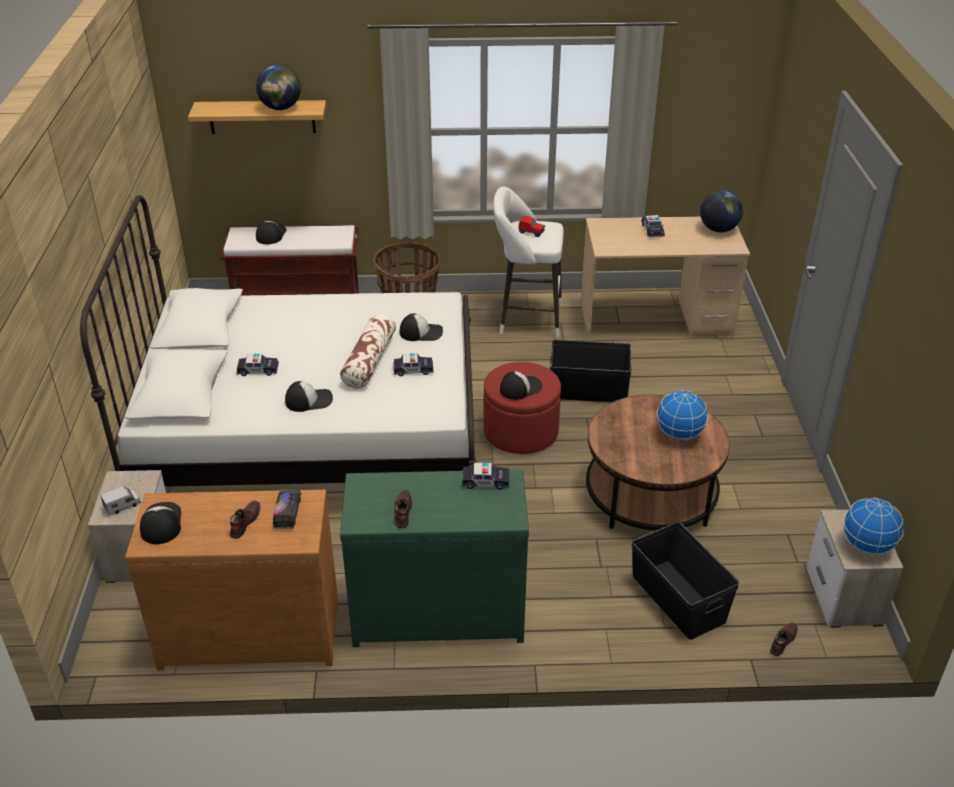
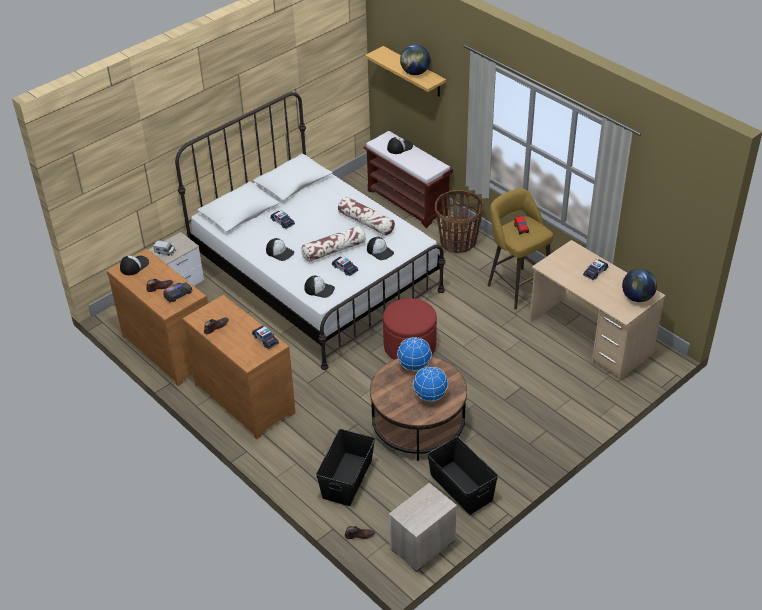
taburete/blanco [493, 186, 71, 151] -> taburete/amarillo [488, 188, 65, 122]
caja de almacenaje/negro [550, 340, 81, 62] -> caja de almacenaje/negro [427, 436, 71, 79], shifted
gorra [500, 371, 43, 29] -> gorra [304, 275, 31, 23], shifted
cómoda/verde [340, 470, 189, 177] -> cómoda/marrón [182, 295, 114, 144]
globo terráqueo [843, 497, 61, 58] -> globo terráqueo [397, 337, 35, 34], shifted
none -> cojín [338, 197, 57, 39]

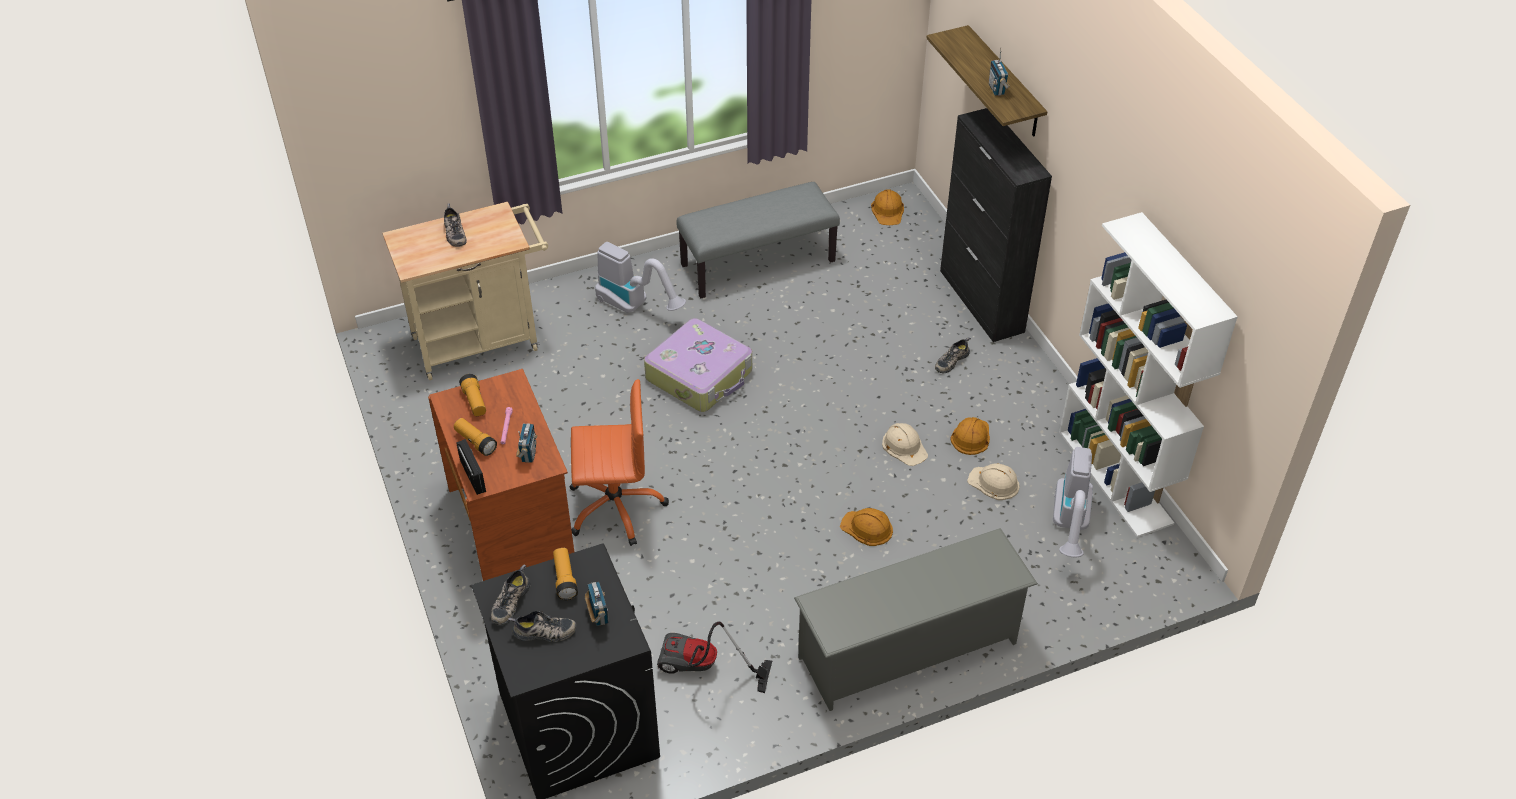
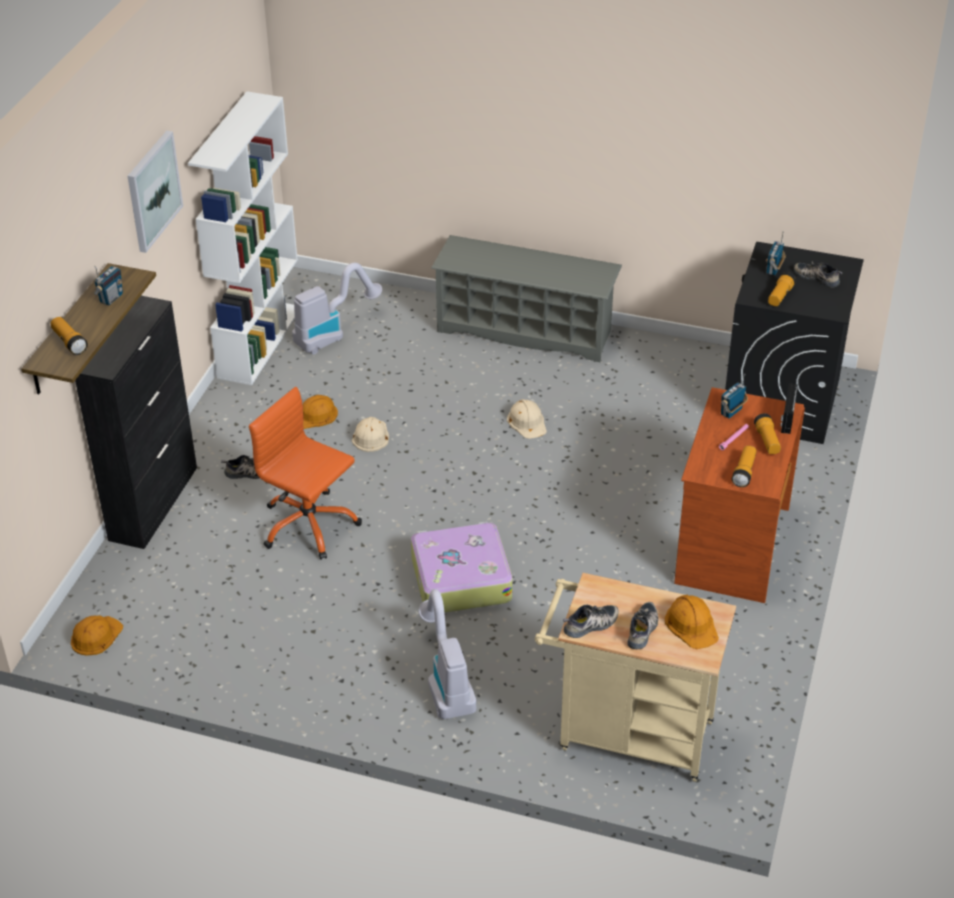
banco/gris [677, 182, 163, 116] -> none
silla de oficina/naranja [569, 379, 100, 167] -> silla de oficina/naranja [249, 387, 113, 173], shifted
casco/beis [967, 463, 53, 37] -> casco/beis [507, 399, 40, 40], shifted
casco/naranja [840, 508, 53, 38] -> casco/naranja [665, 595, 54, 54], shifted
zapato [491, 565, 39, 60] -> zapato [563, 605, 56, 33], shifted
aspiradora [657, 622, 115, 71] -> none
none -> cuadro [128, 131, 55, 122]
none -> linterna [51, 317, 37, 38]

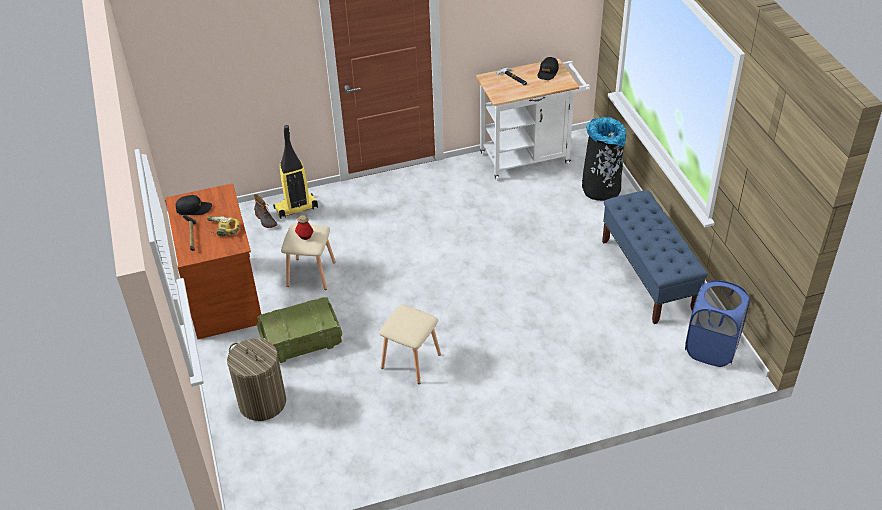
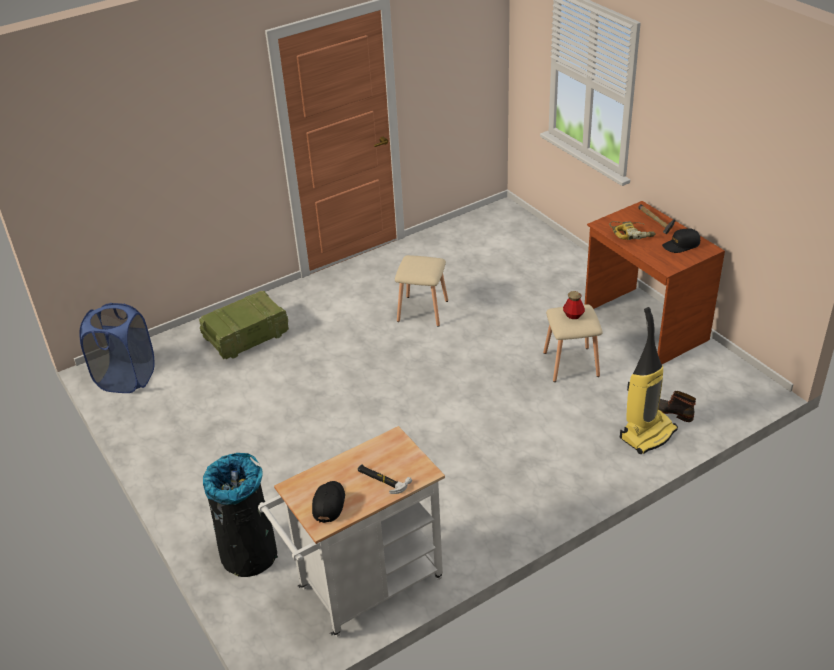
banco/azul [602, 190, 106, 134] -> none
caja de embalaje [257, 297, 85, 66] -> caja de embalaje [199, 291, 90, 68], shifted
cesto de la ropa [227, 338, 59, 83] -> none

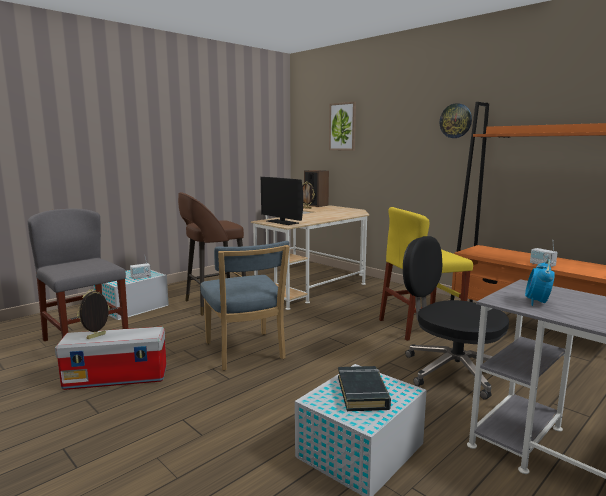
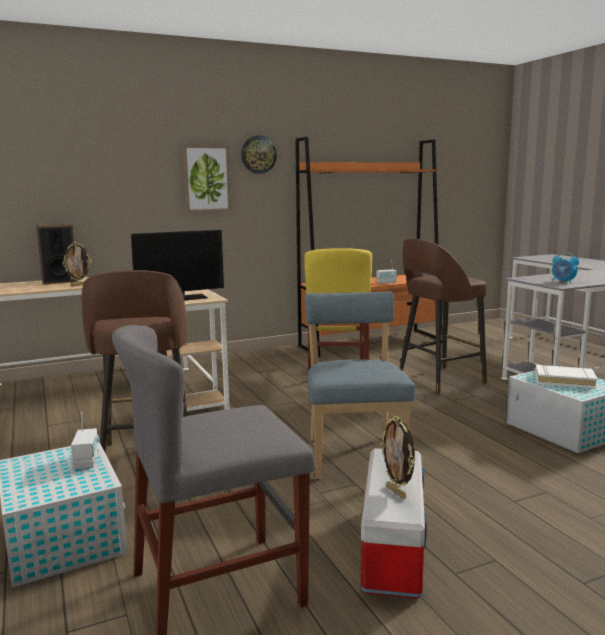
cuadro [329, 102, 27, 49] -> cuadro [183, 145, 48, 67], shifted
silla de oficina/negro [403, 236, 106, 164] -> taburete/marrón [400, 238, 87, 156]
silla/azul [200, 241, 90, 130] -> silla/azul [305, 291, 110, 188], 90 degrees counterclockwise
libro/negro [338, 366, 53, 45] -> libro/blanco [535, 365, 63, 24]

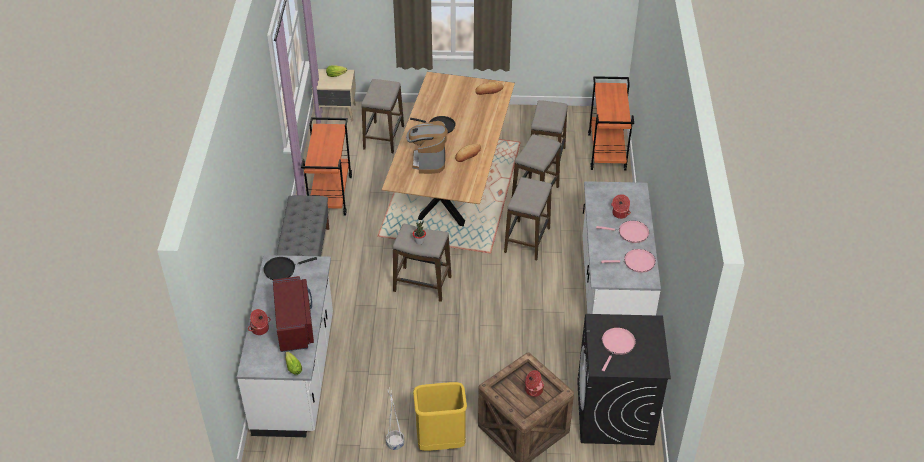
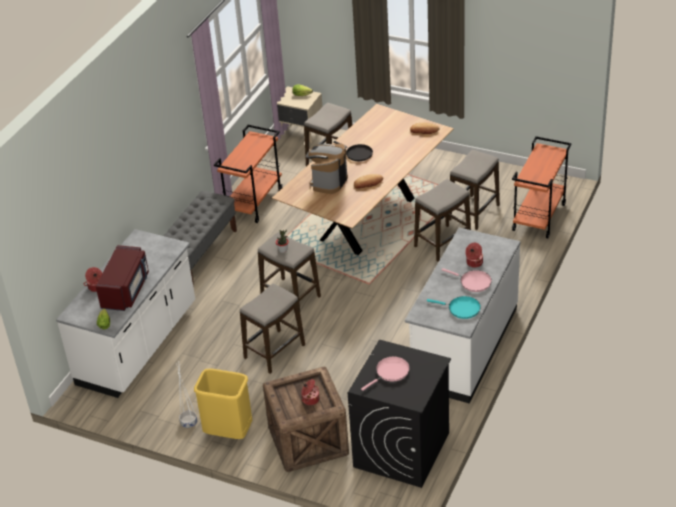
taburete [504, 177, 48, 83] -> taburete [240, 284, 65, 90], shifted
sartén/rosa [601, 249, 55, 24] -> sartén/turquesa [427, 296, 54, 23]
sartén/negro [263, 257, 54, 23] -> none

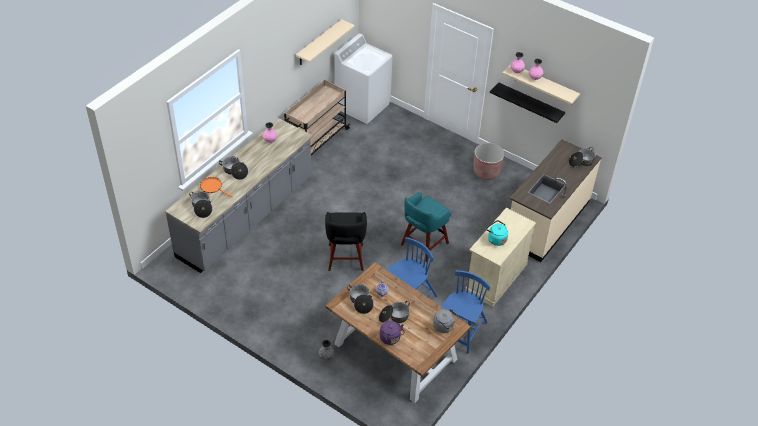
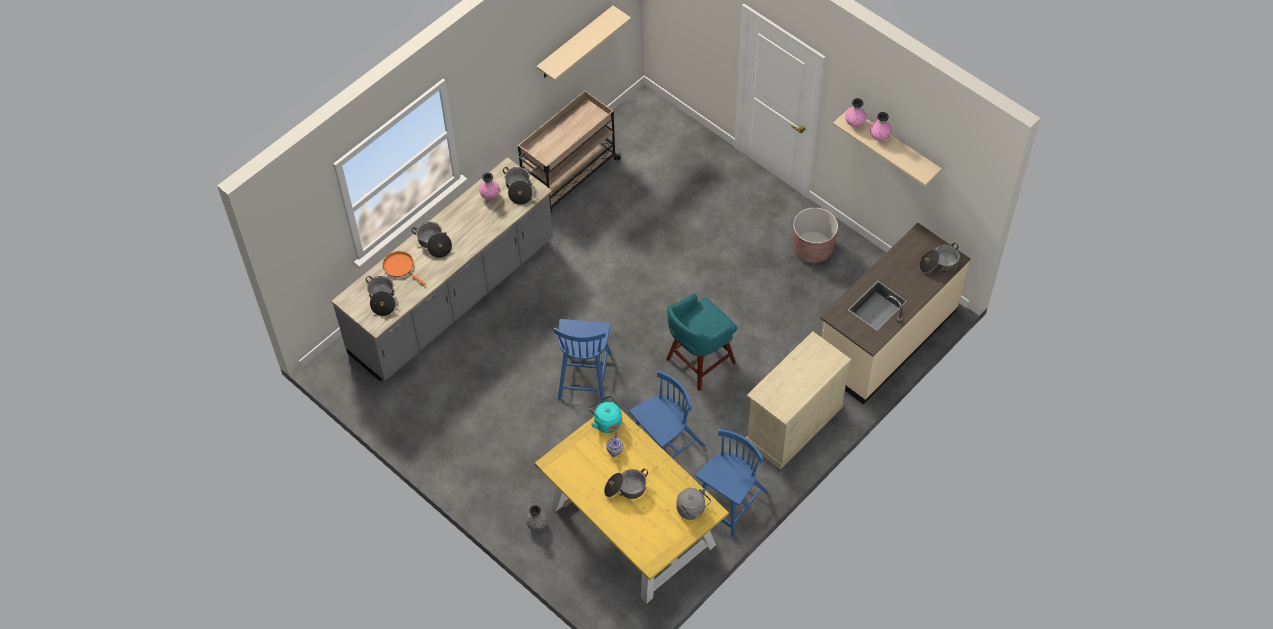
lavadora/blanco [334, 33, 59, 91] -> none
estante/negro [490, 83, 75, 40] -> none
taburete/negro [325, 212, 42, 59] -> silla/azul [554, 319, 58, 84]
hervidor/turquesa [486, 220, 22, 26] -> hervidor/turquesa [589, 396, 33, 37], shifted
mesa de comedor/marrón [325, 262, 146, 141] -> mesa de comedor/amarillo [535, 402, 194, 202]
olla [347, 284, 27, 30] -> olla [503, 167, 30, 38], shifted
hervidor/morado [380, 321, 24, 24] -> none

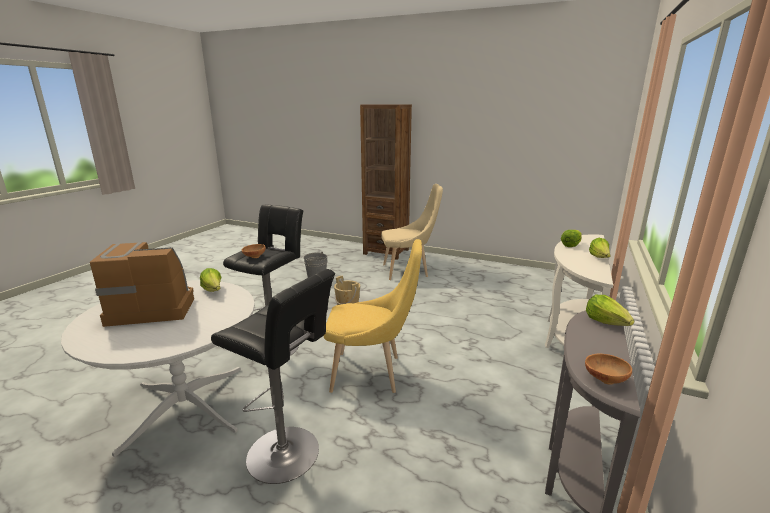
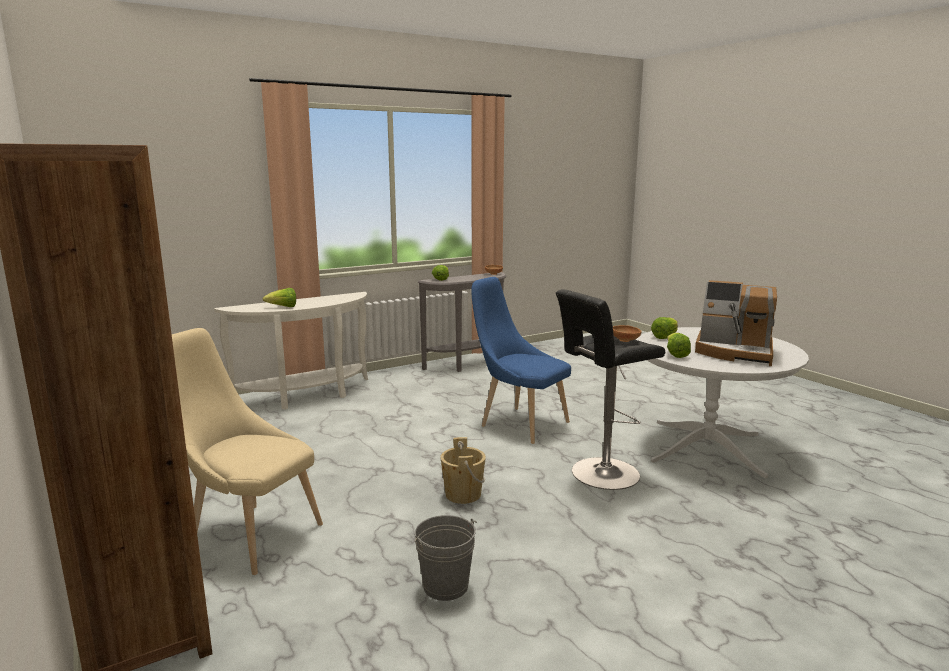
lechuga [589, 238, 22, 20] -> lechuga [651, 317, 27, 22], shifted
silla/amarillo [324, 239, 98, 154] -> silla/azul [471, 277, 100, 167]
taburete/negro [211, 269, 124, 215] -> none

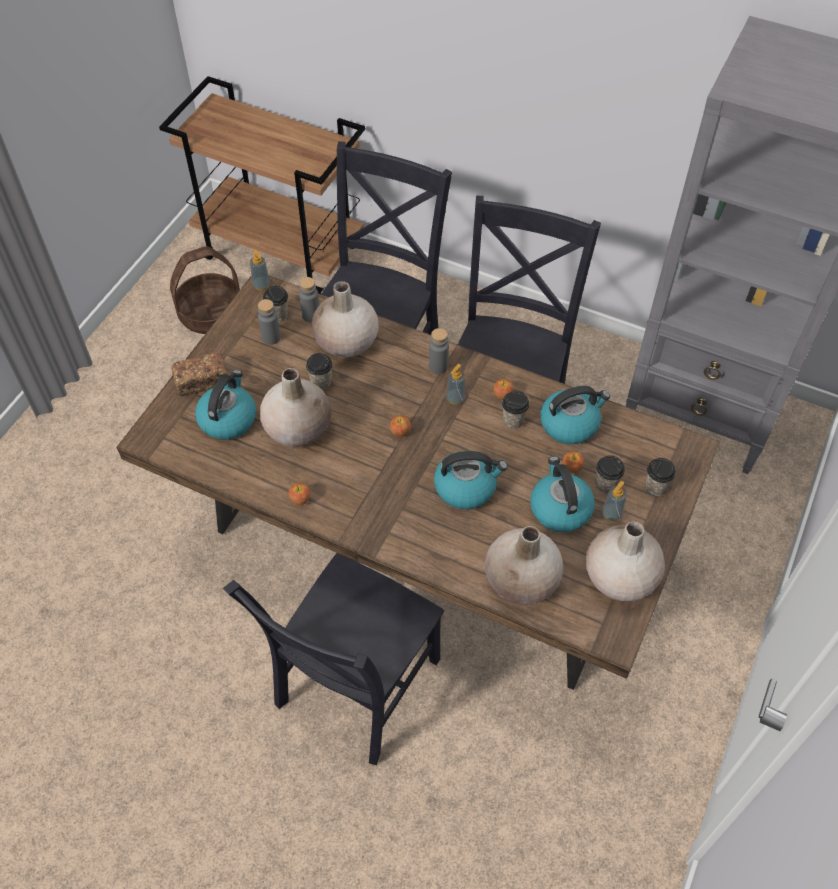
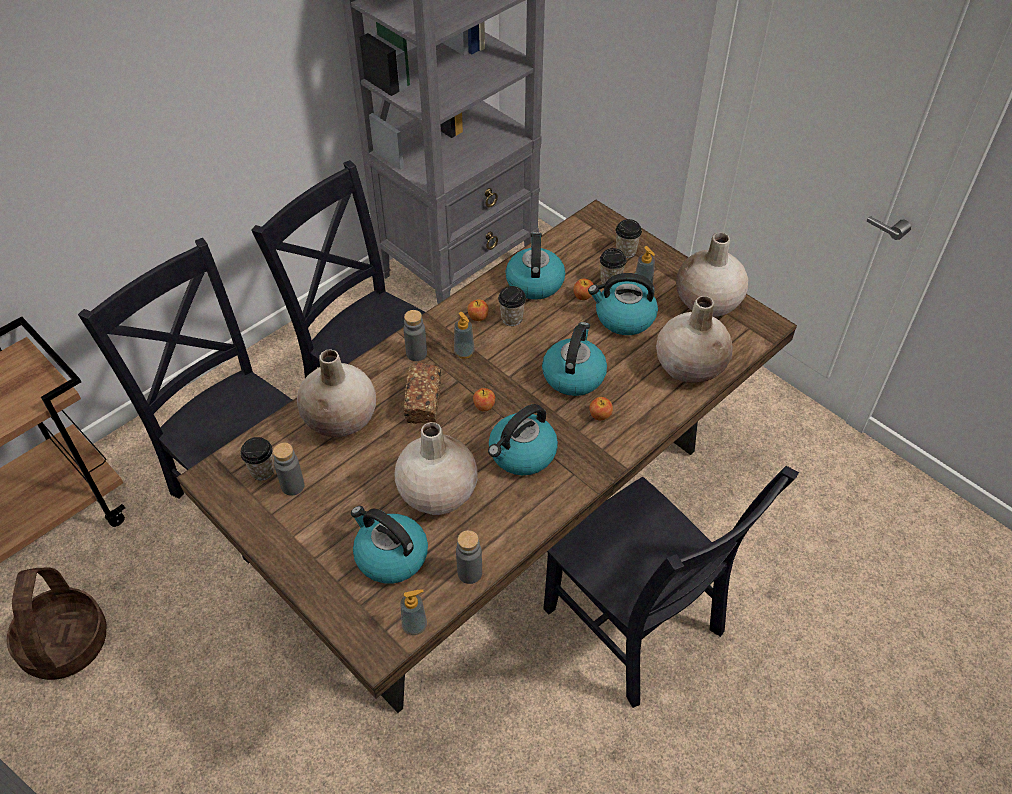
dispensador de jabón [250, 249, 20, 41] -> dispensador de jabón [401, 590, 26, 45], shifted
botella/gris [299, 277, 20, 45] -> botella/gris [456, 530, 26, 54], shifted
pan [172, 352, 56, 44] -> pan [403, 363, 38, 61], shifted
taza [306, 353, 27, 37] -> none
manzana [289, 483, 21, 22] -> manzana [589, 397, 24, 24], shifted
none -> hervidor [488, 404, 70, 71]

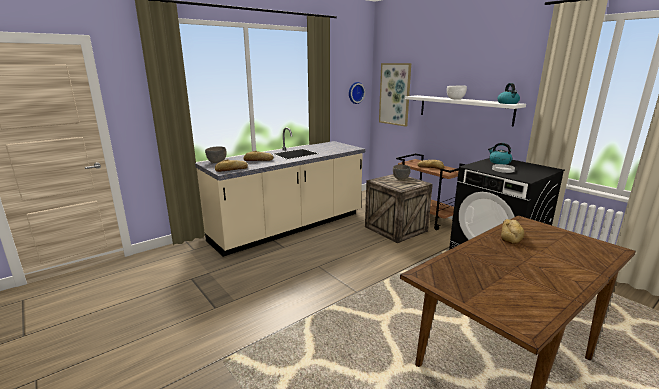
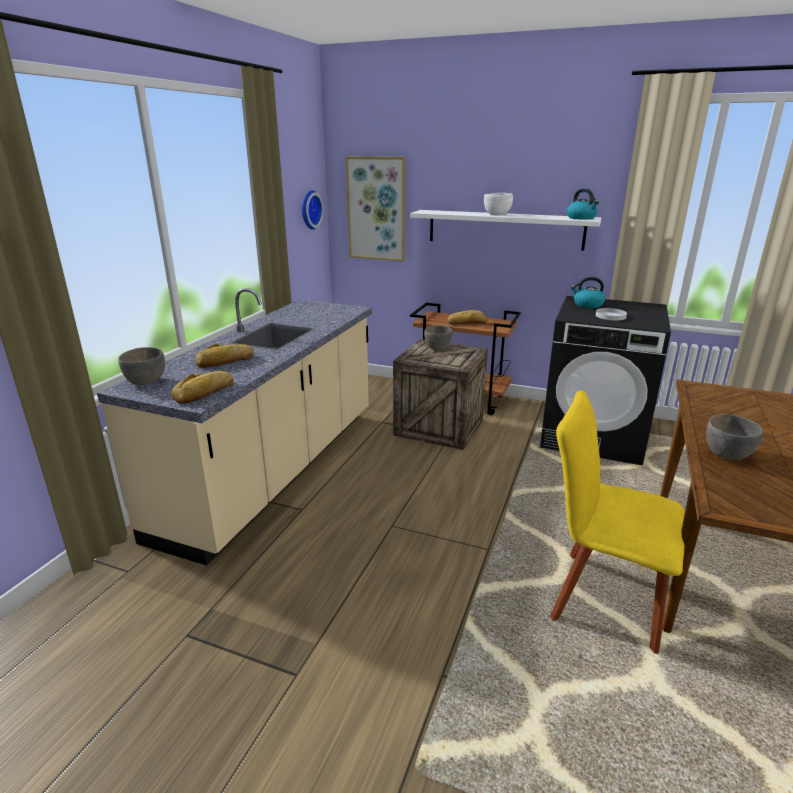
pan [501, 219, 23, 25] -> none
none -> silla/amarillo [550, 390, 135, 264]
none -> cuenco/gris [706, 414, 57, 46]

